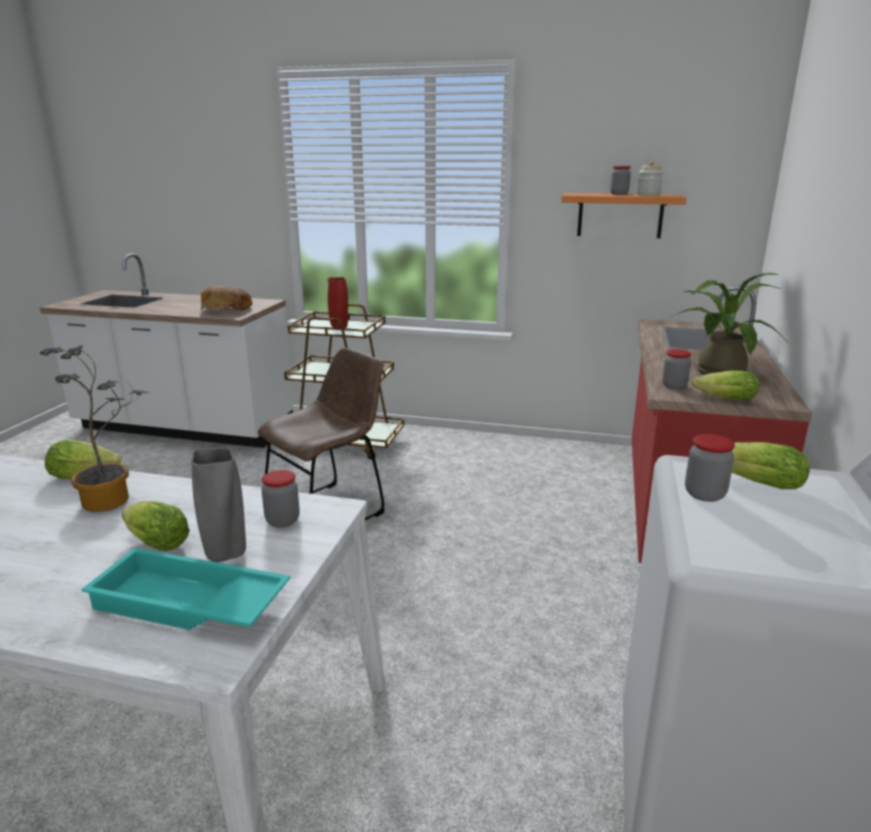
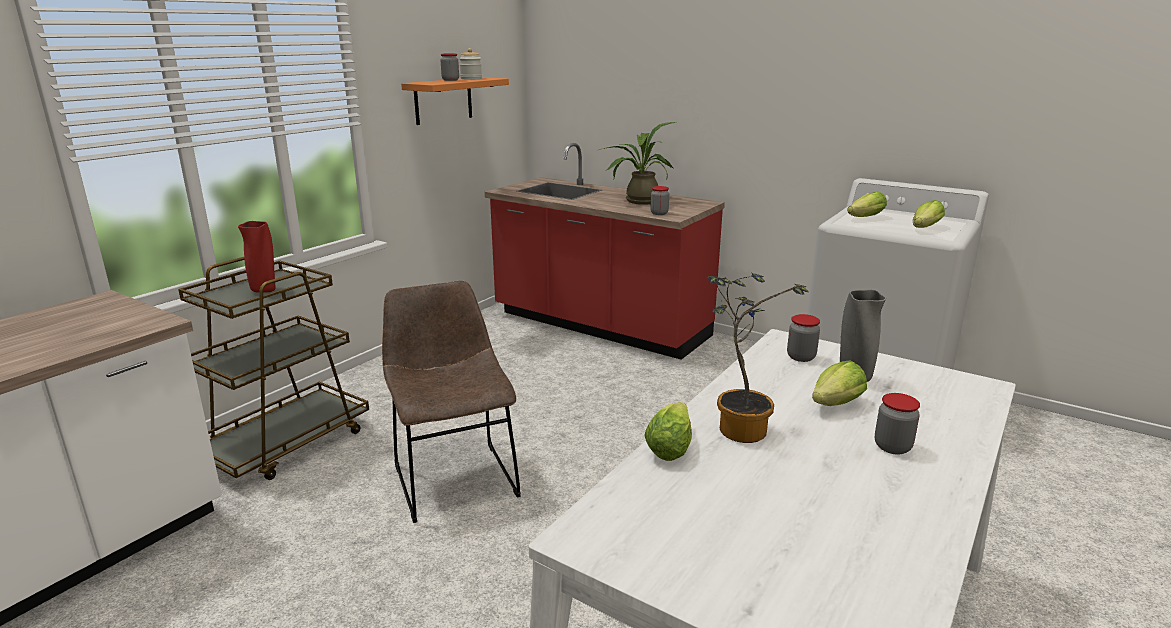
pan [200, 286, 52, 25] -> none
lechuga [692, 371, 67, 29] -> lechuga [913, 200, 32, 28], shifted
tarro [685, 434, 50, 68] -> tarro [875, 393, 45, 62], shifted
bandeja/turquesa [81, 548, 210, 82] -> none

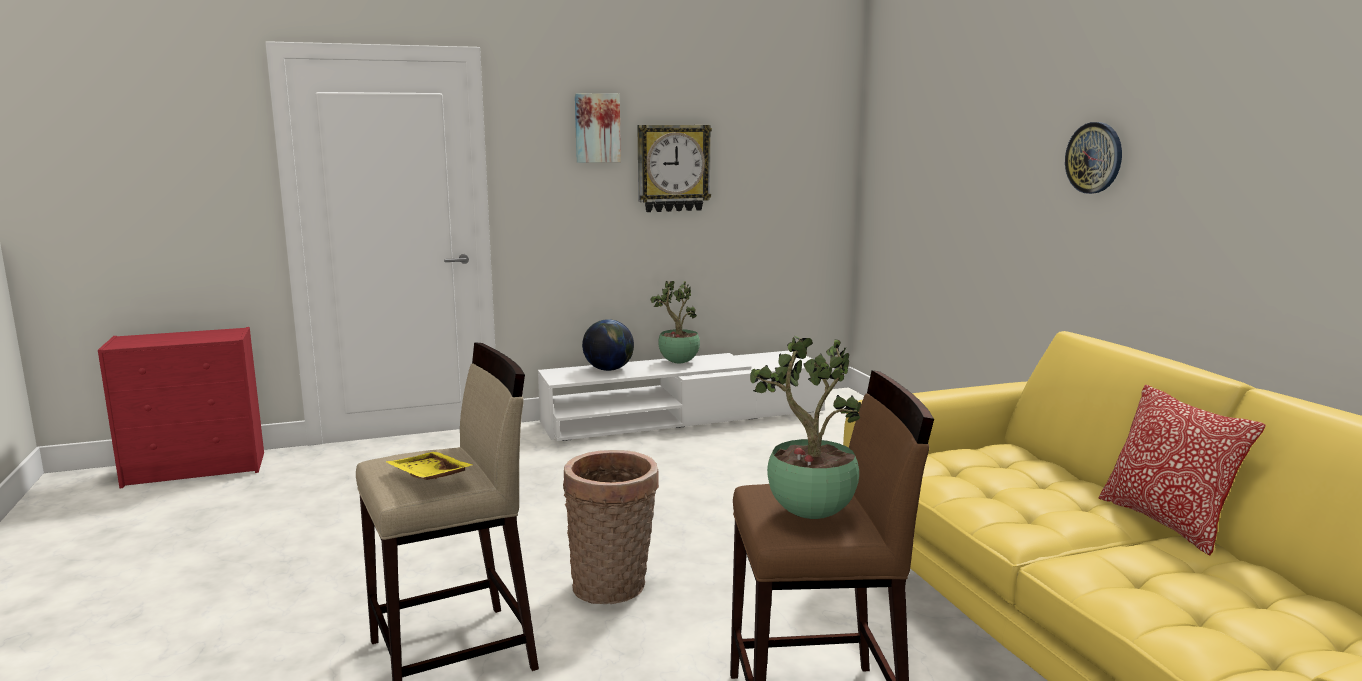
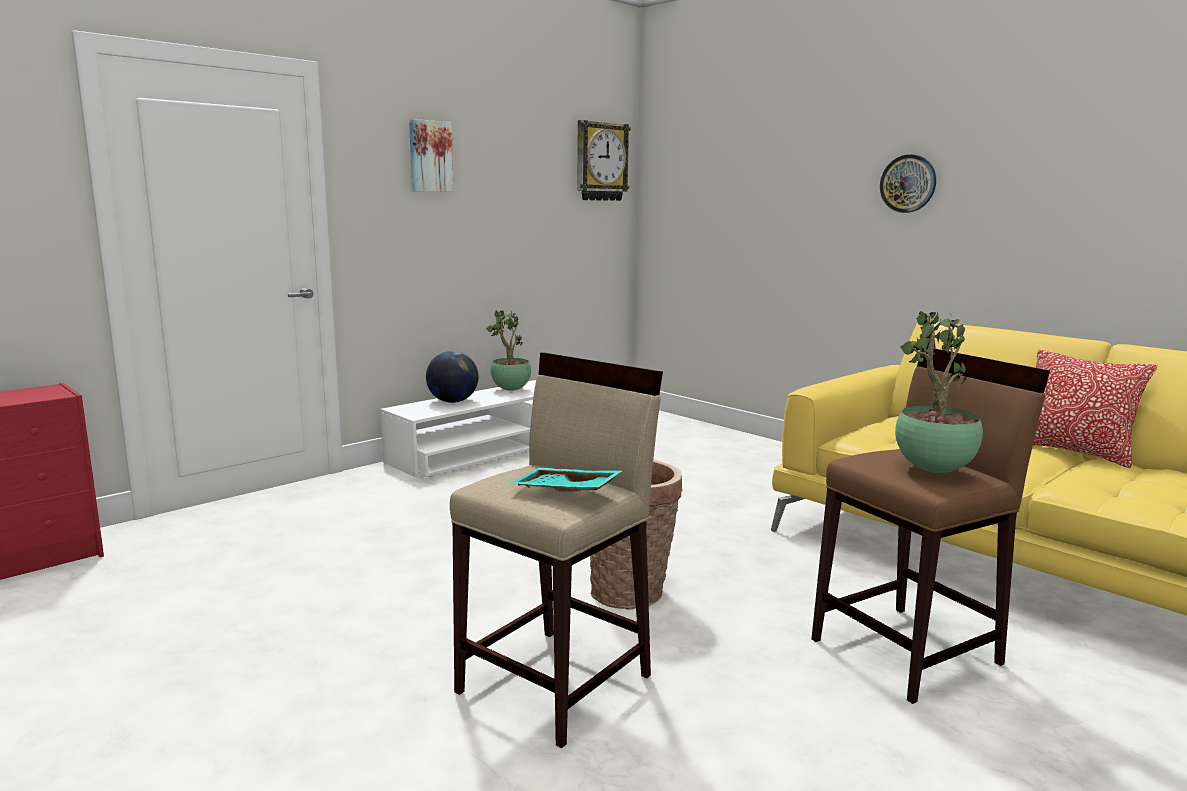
reloj de pared [637, 125, 75, 87] -> reloj de pared [577, 120, 54, 81], shifted
bandeja/amarillo [386, 451, 88, 29] -> bandeja/turquesa [510, 468, 112, 24]

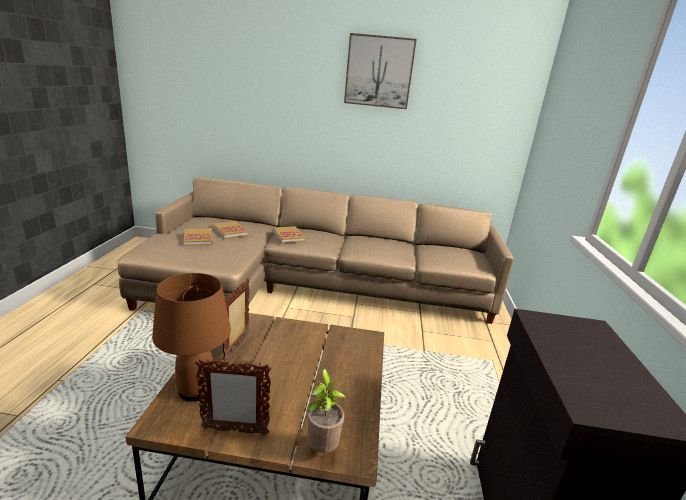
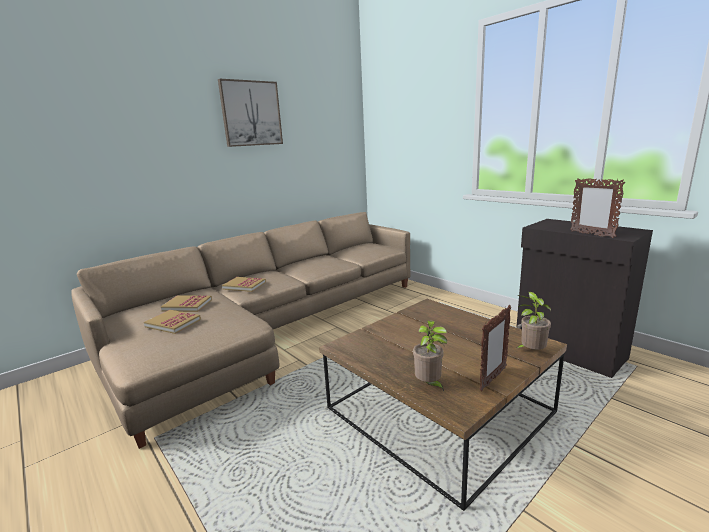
lámpara de mesa/marrón [152, 273, 79, 129] -> planta en maceta [413, 320, 34, 71]
portarretratos [223, 278, 27, 83] -> portarretratos [570, 178, 55, 60], shifted

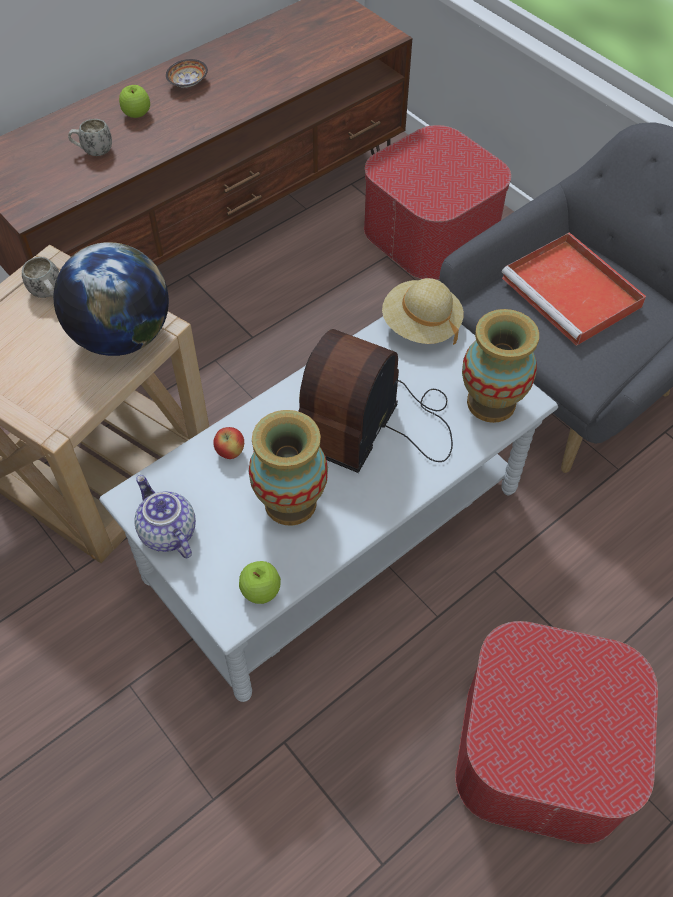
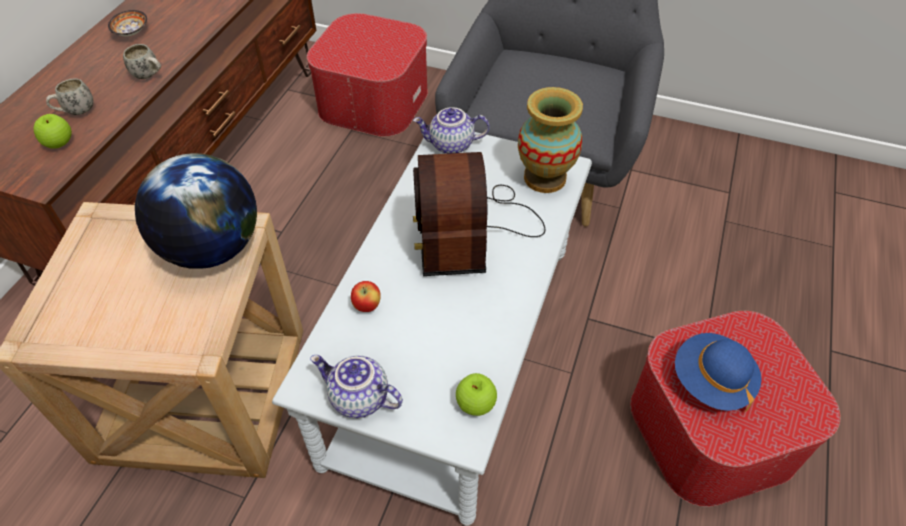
manzana [119, 85, 31, 33] -> manzana [34, 114, 38, 35], shifted
bandeja/rojo [502, 232, 144, 114] -> none
taza grande/blanco [22, 257, 37, 41] -> taza grande/blanco [123, 44, 38, 35], shifted
sombrero/beis [382, 278, 82, 67] -> tetera [413, 107, 77, 47]
florero [249, 410, 79, 116] -> none
none -> sombrero/azul [675, 333, 87, 79]

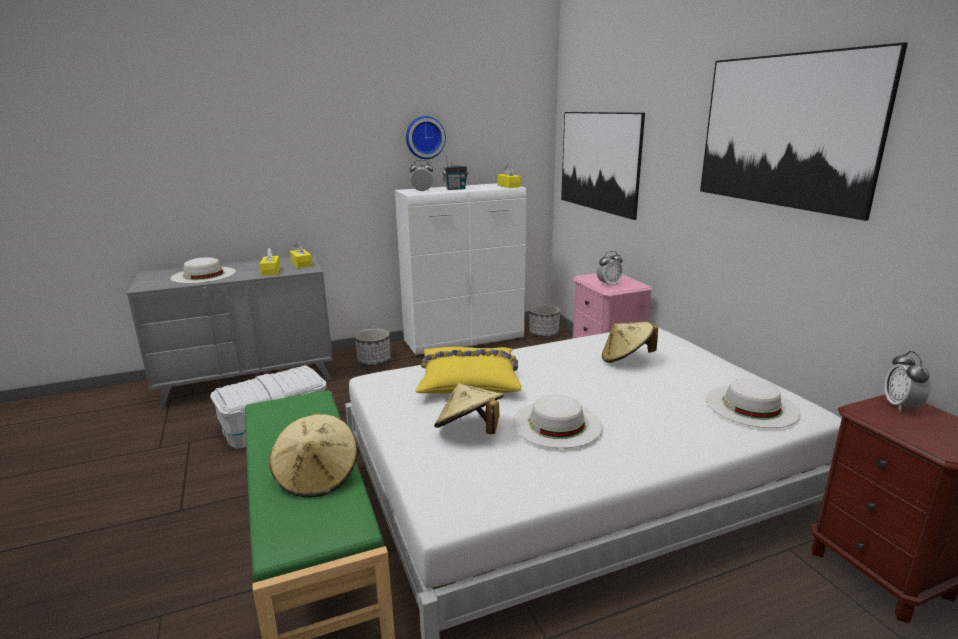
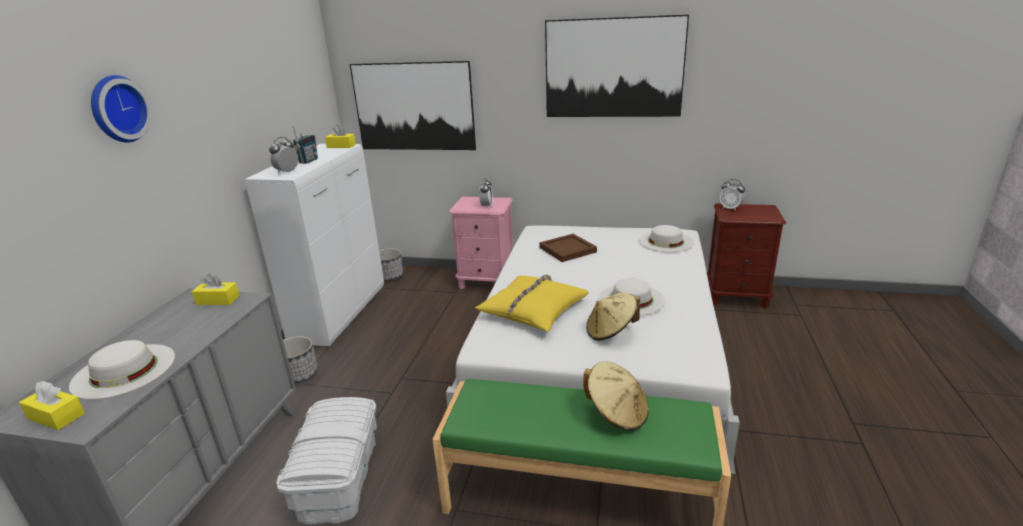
reloj de pared [406, 116, 40, 43] -> reloj de pared [91, 75, 61, 68], shifted
caja de pañuelos/amarillo [260, 248, 20, 28] -> caja de pañuelos/amarillo [19, 381, 66, 49], shifted
sombrero/beis [602, 322, 56, 41] -> bandeja/marrón [539, 234, 58, 28]

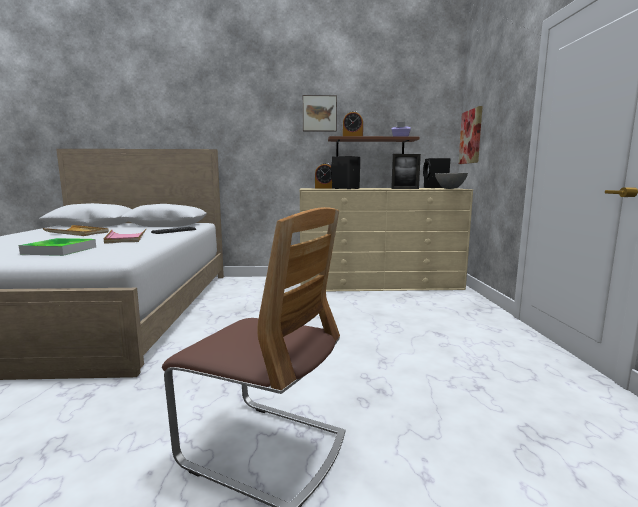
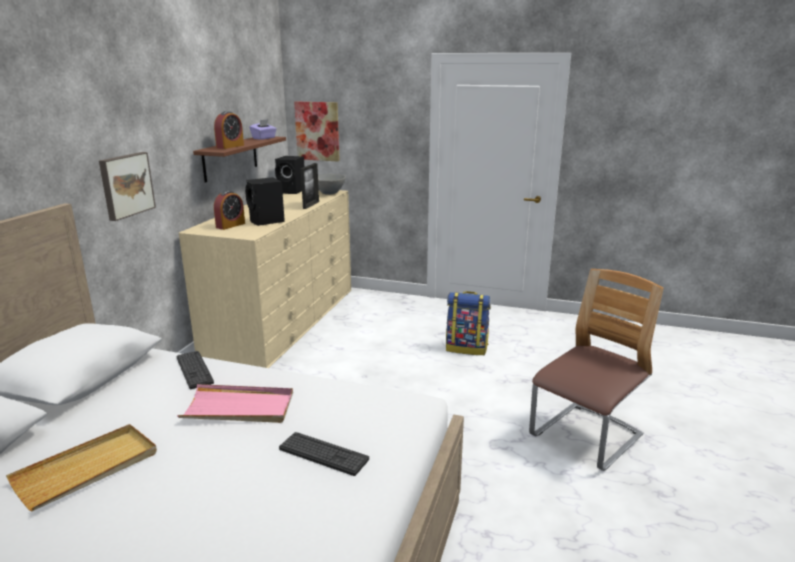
cuadro [303, 95, 34, 37] -> cuadro [99, 152, 57, 69], shifted
bandeja [19, 238, 77, 18] -> teclado [279, 432, 90, 44]
none -> mochila [446, 291, 45, 64]

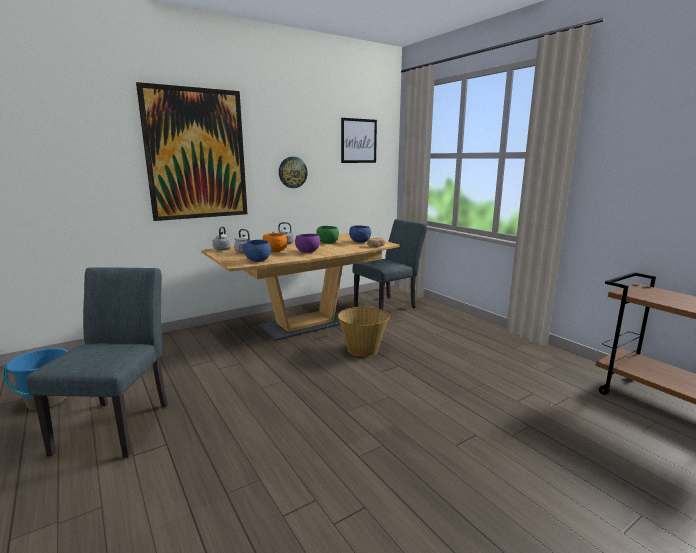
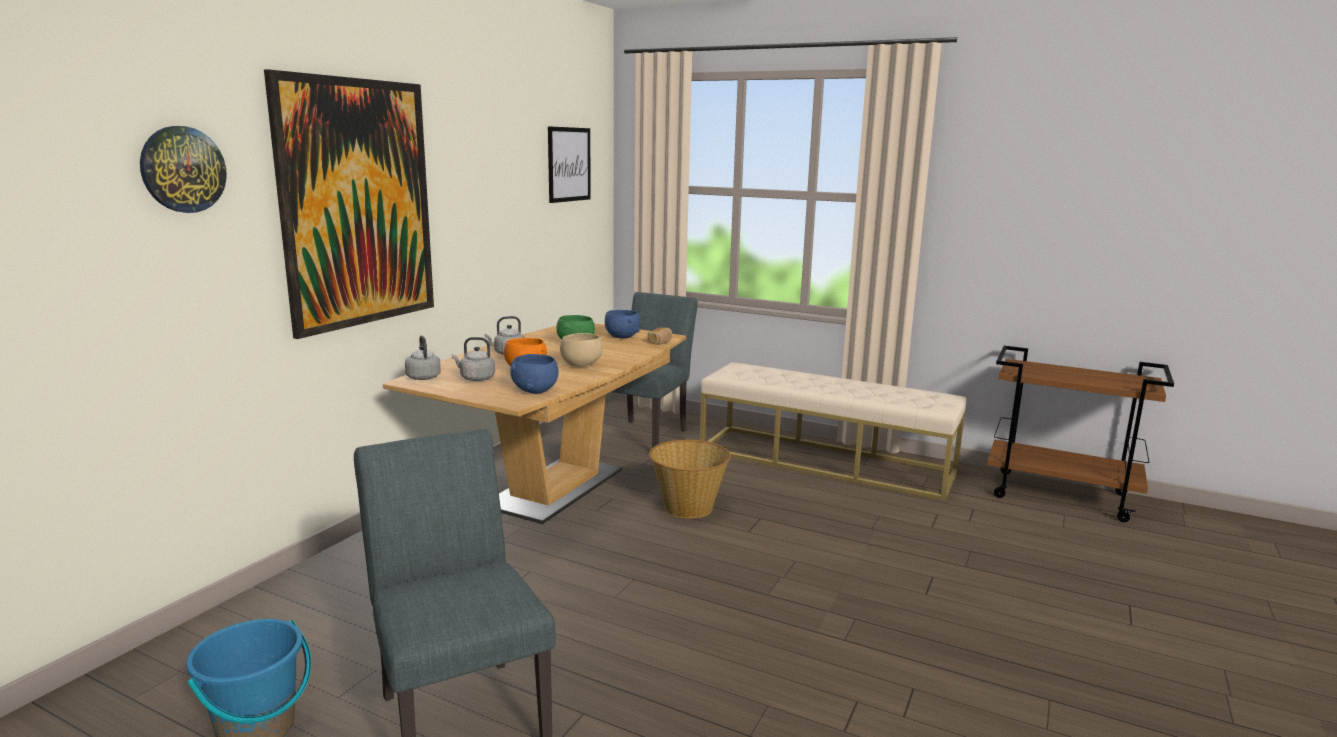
reloj de pared [279, 157, 29, 31] -> reloj de pared [140, 126, 87, 87], shifted
cuenco/morado [295, 234, 26, 19] -> cuenco/beis [560, 333, 43, 34]
none -> banco/beis [700, 362, 266, 139]

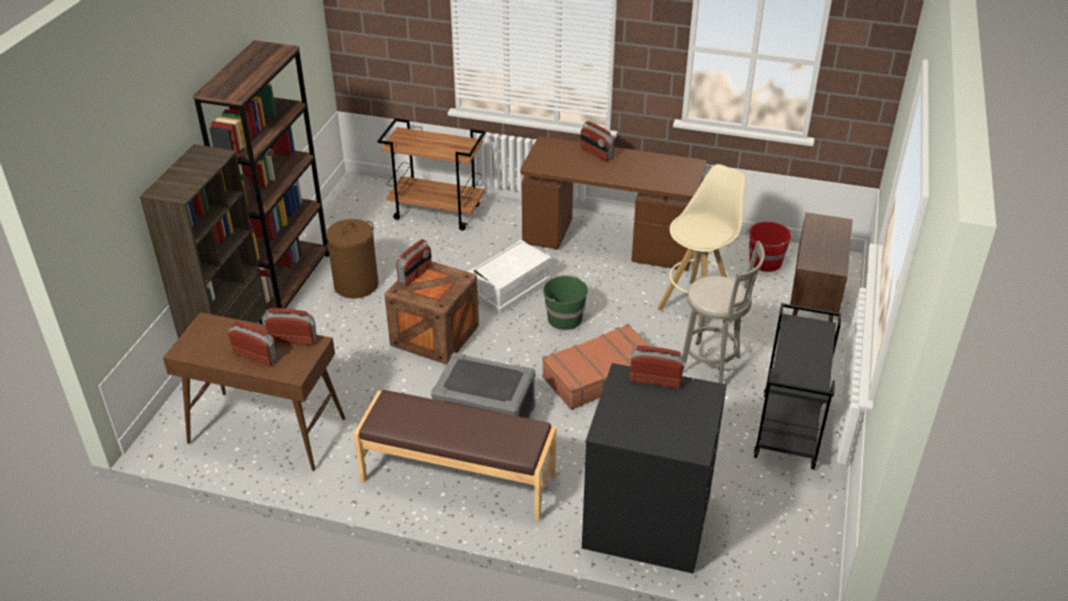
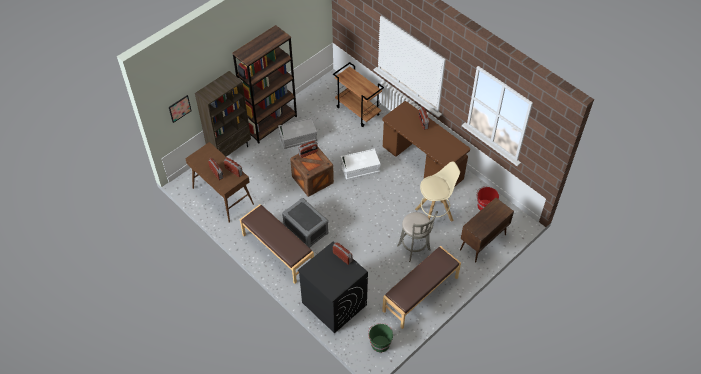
cesto de la ropa/marrón [325, 219, 54, 79] -> caja de almacenaje/gris [278, 118, 39, 31]
cubo/verde [541, 275, 47, 55] -> cubo/verde [368, 323, 25, 30], shifted
carrito/negro [754, 303, 88, 166] -> banco/marrón [382, 246, 79, 83]
maleta/marrón [542, 324, 107, 86] -> none
none -> cuadro [169, 95, 23, 28]

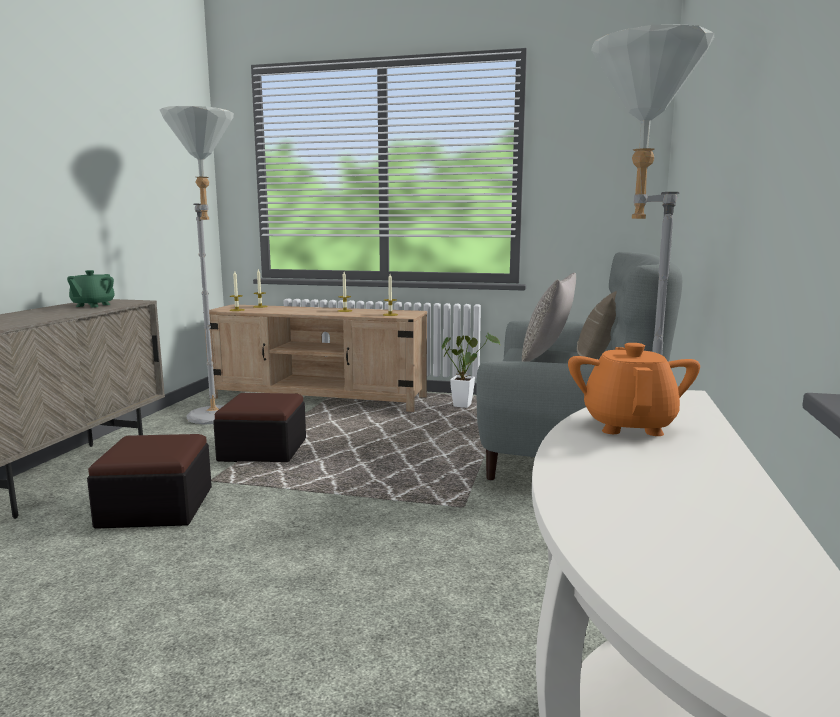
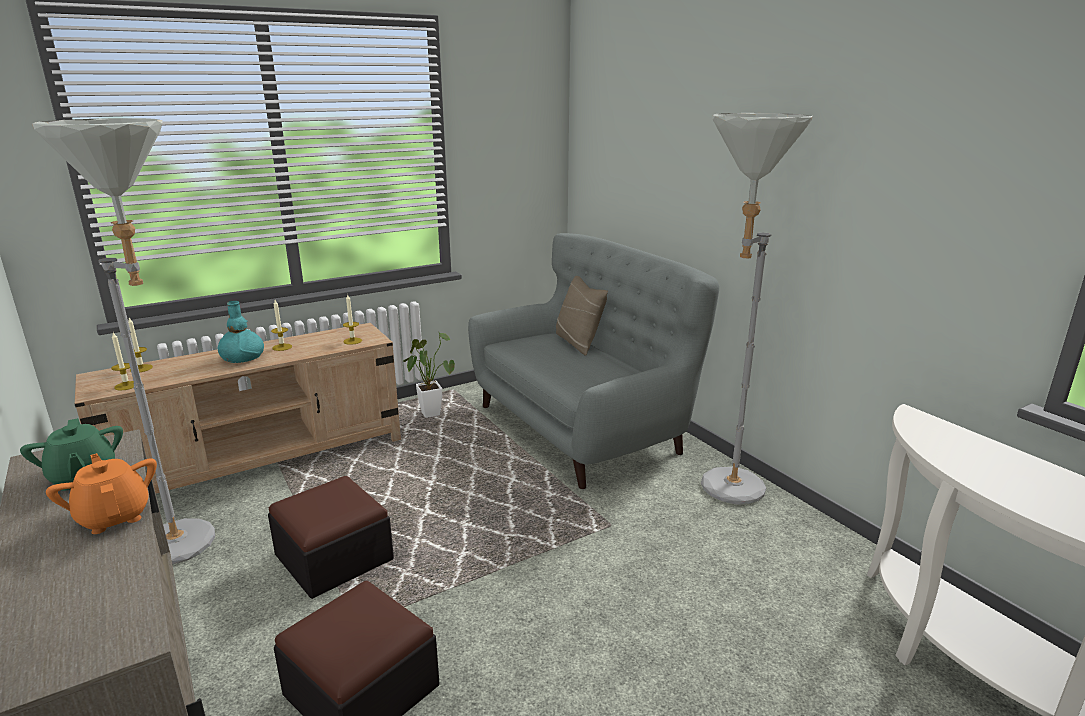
cojín/gris [522, 272, 54, 90] -> none
tetera/naranja [568, 343, 132, 93] -> tetera/naranja [46, 453, 111, 81], shifted
none -> florero/turquesa [218, 301, 46, 62]

